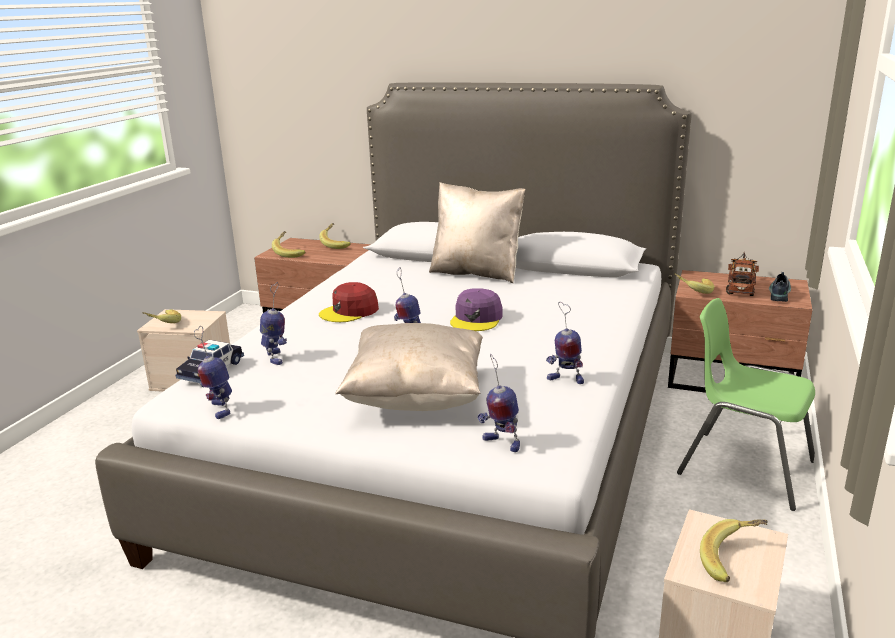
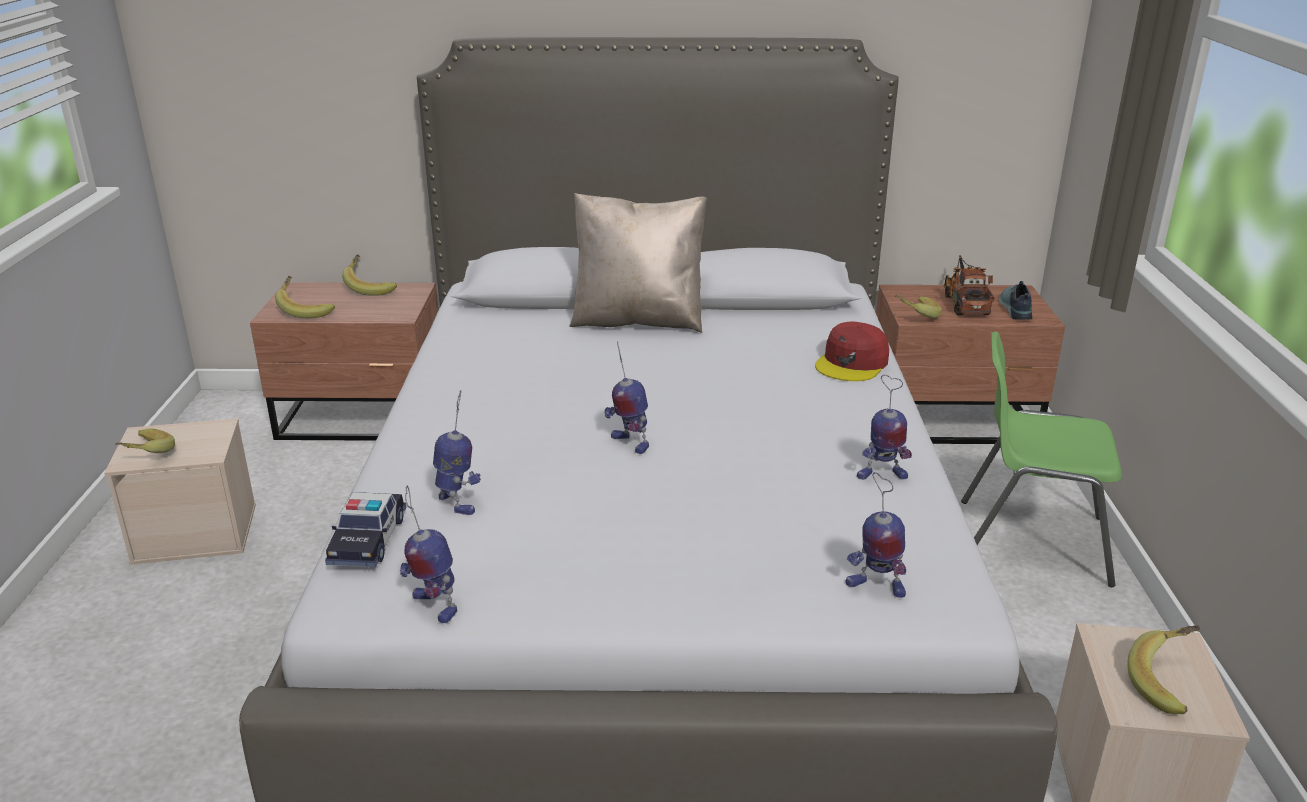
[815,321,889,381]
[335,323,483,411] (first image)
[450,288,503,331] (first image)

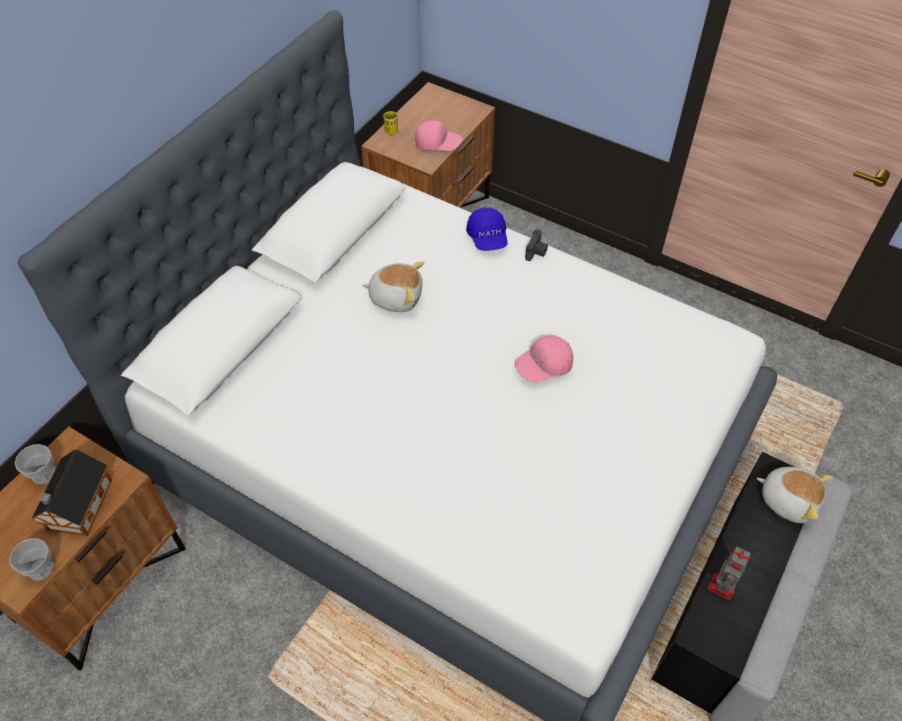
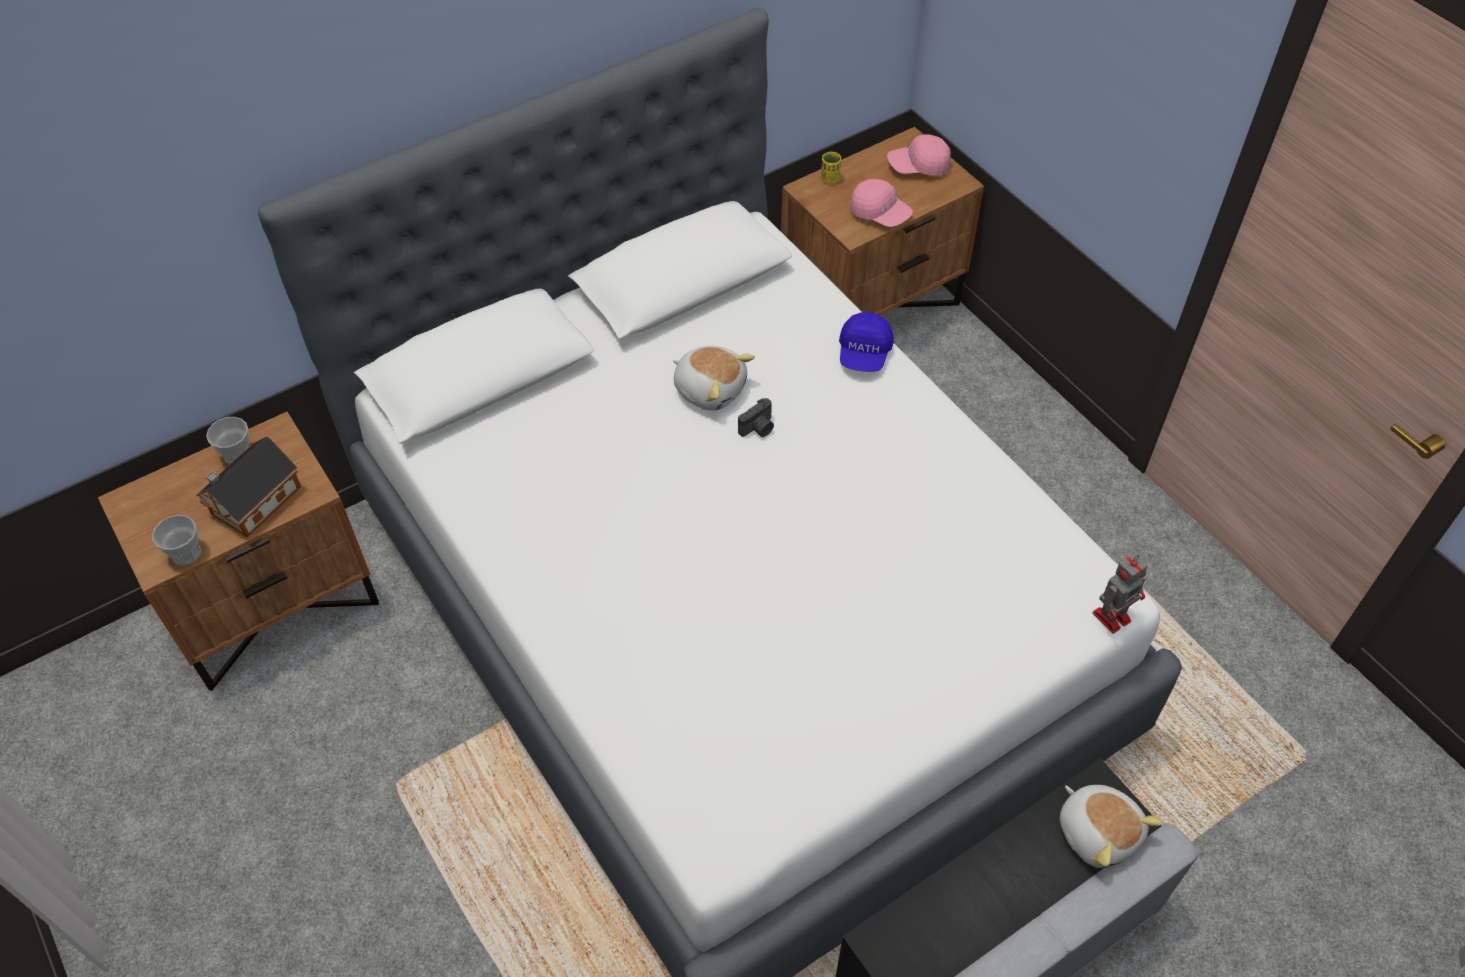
[738,398,774,437]
[887,134,951,176]
[1093,553,1148,634]

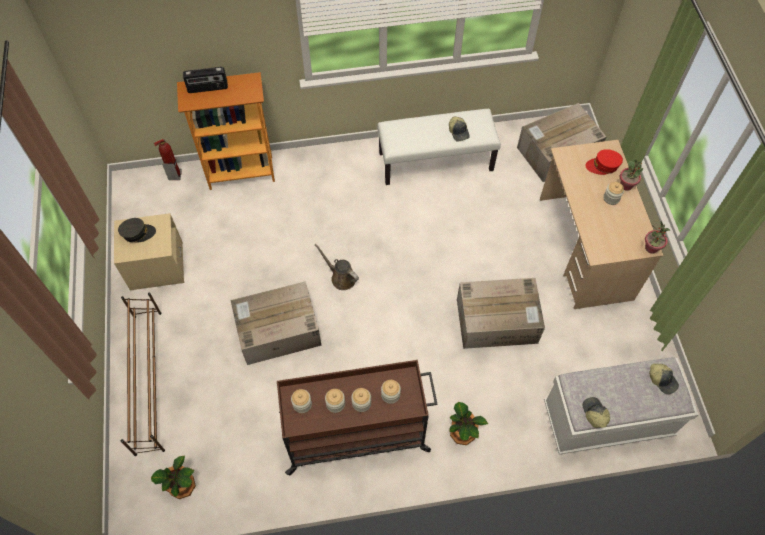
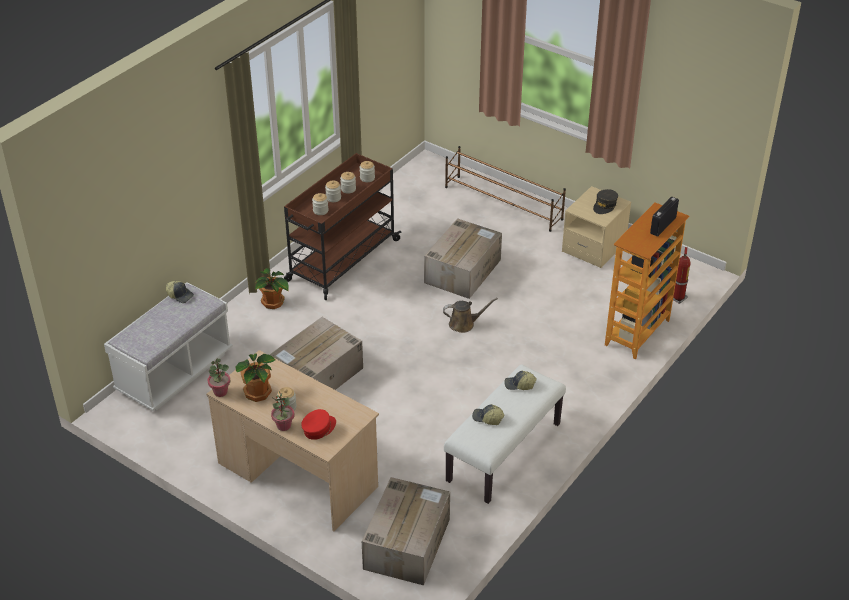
[236,353,276,402]
[504,371,537,390]

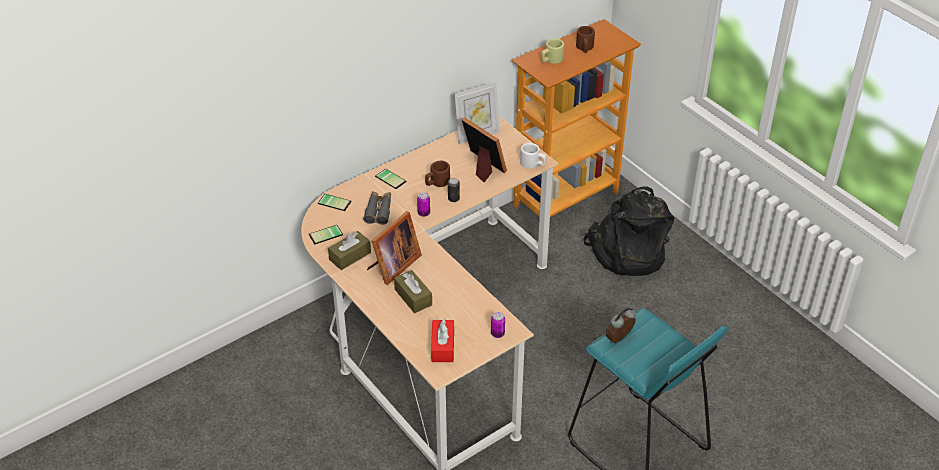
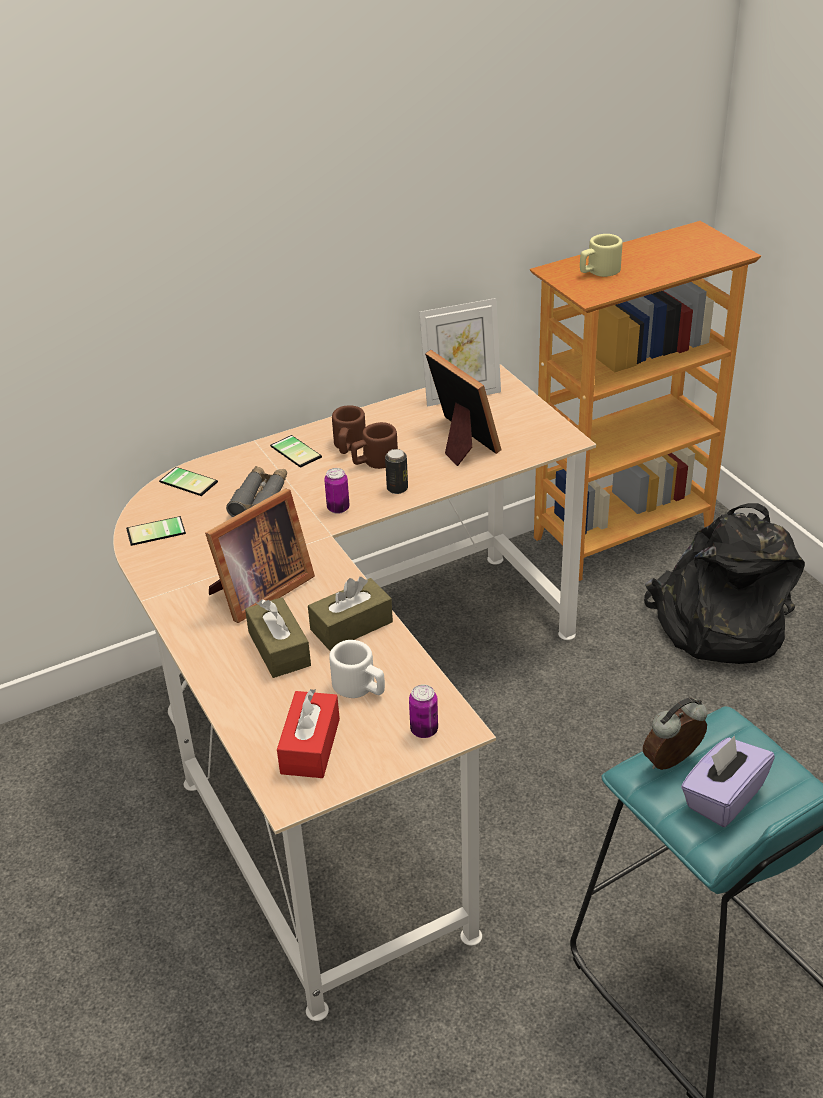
[308,577,393,651]
[329,640,385,698]
[332,405,366,454]
[681,736,775,827]

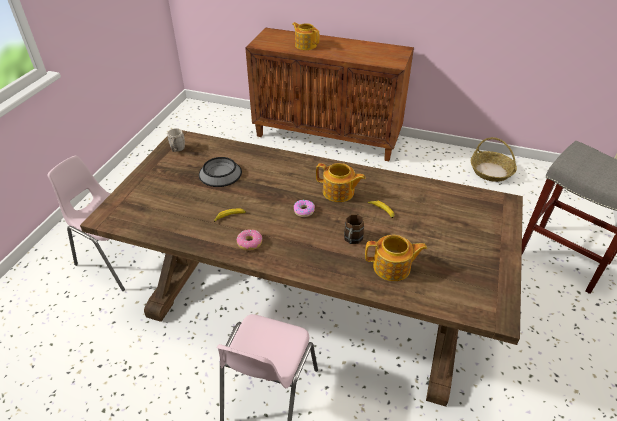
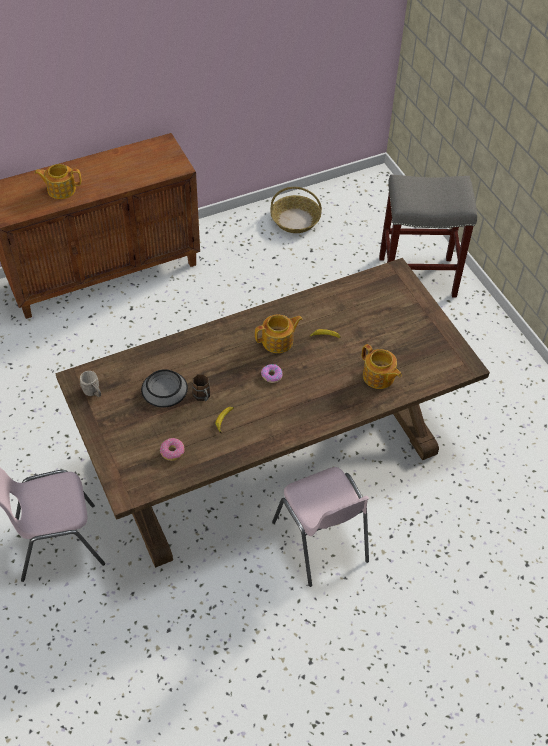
[160,438,185,461]
[192,374,210,401]
[362,344,402,389]

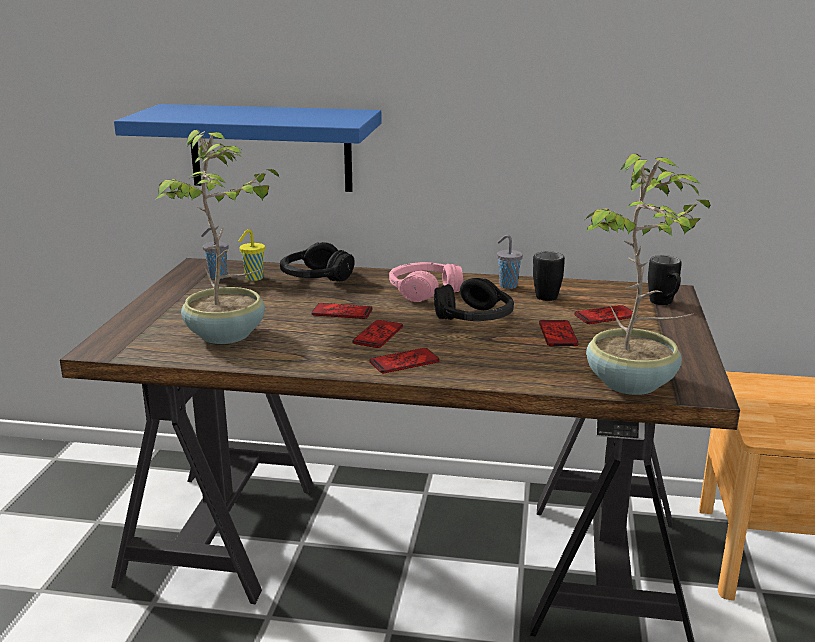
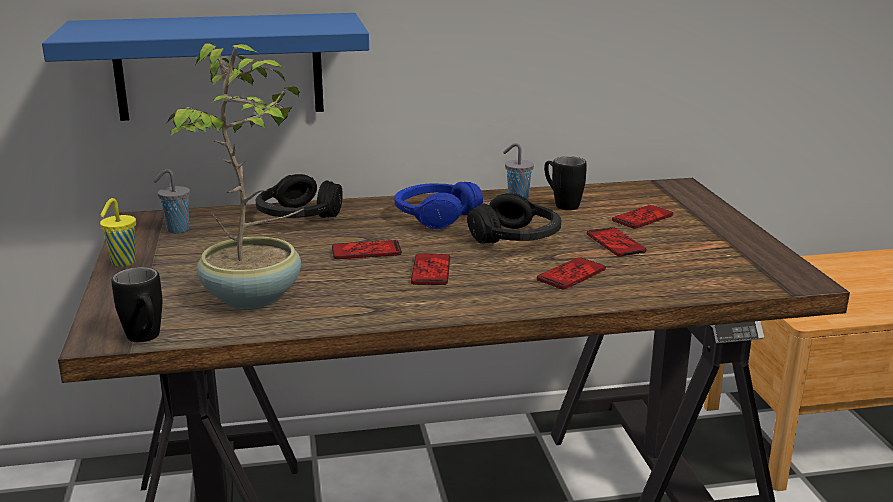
[100,198,136,267]
[111,267,162,342]
[394,182,483,229]
[537,257,606,289]
[586,154,711,395] (first image)

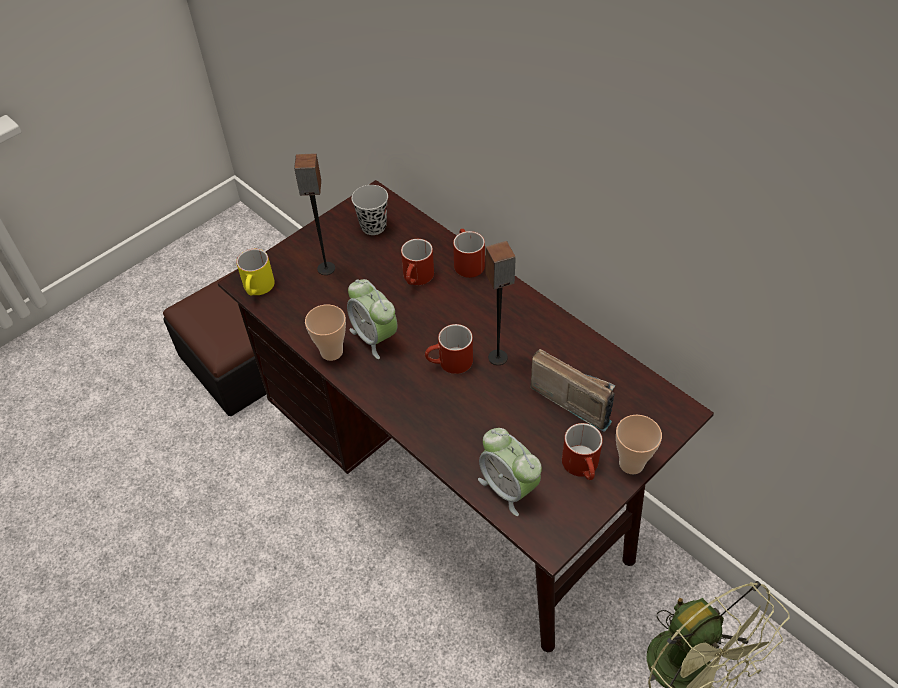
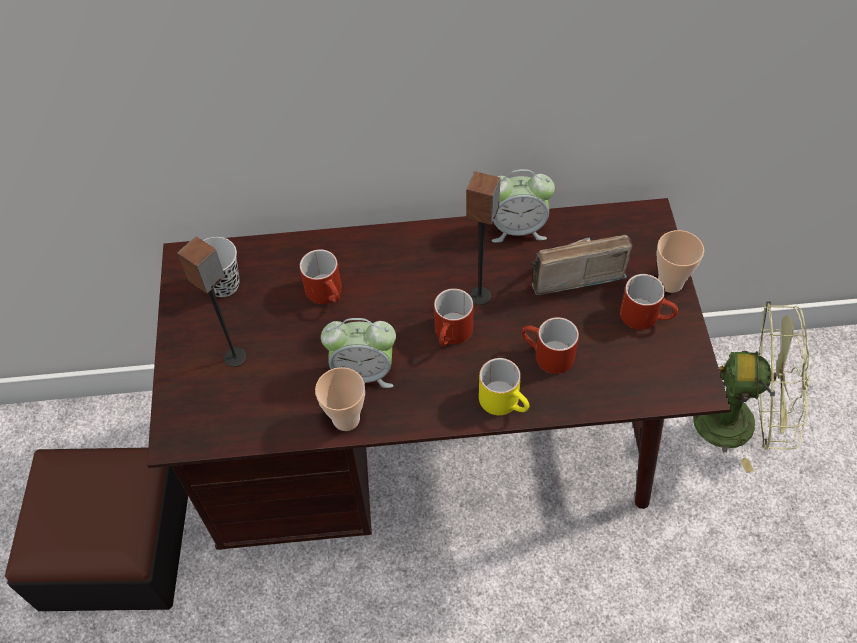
[479,358,529,415]
[492,169,555,242]
[522,317,579,374]

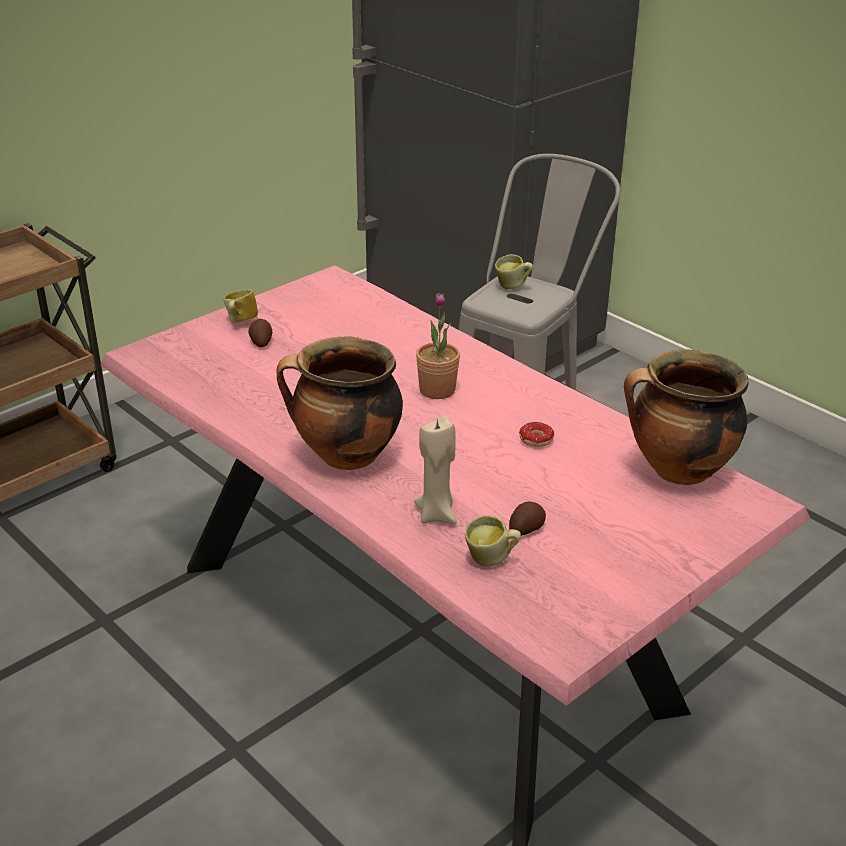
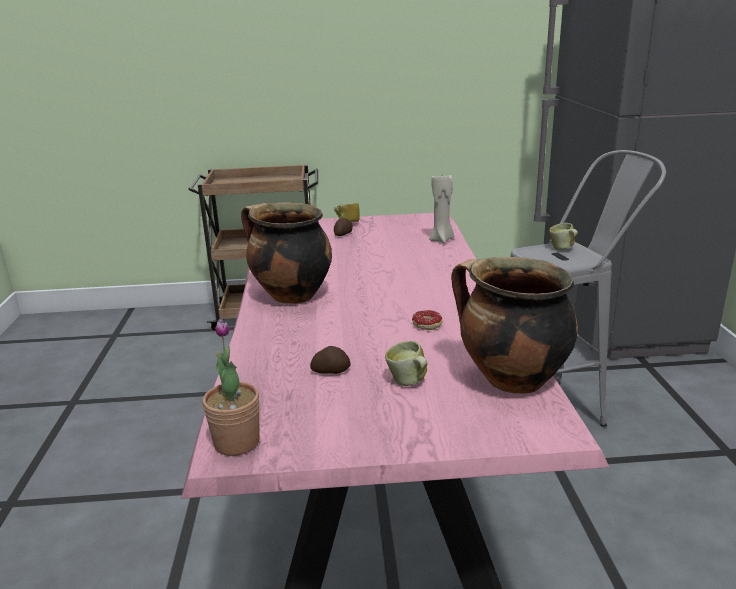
[203,319,260,456]
[385,341,427,386]
[429,175,454,243]

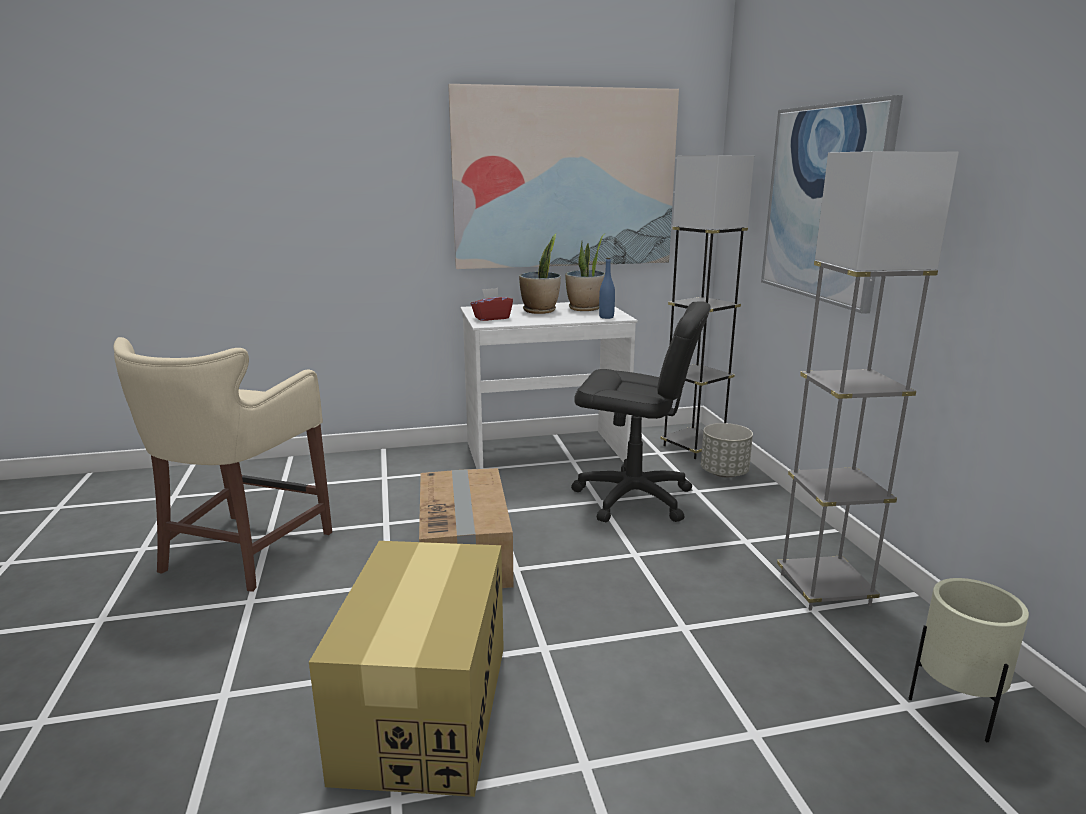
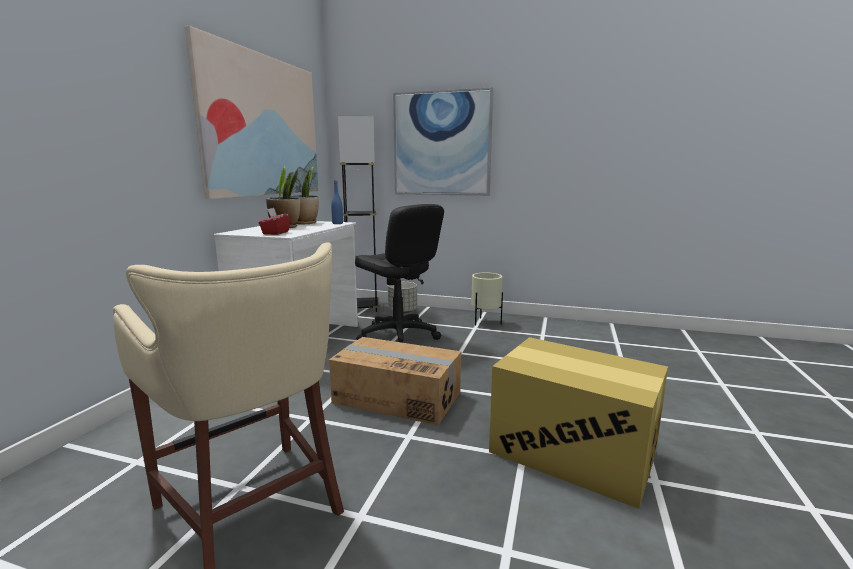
[355,204,444,343]
[471,273,503,326]
[777,151,959,611] (first image)

